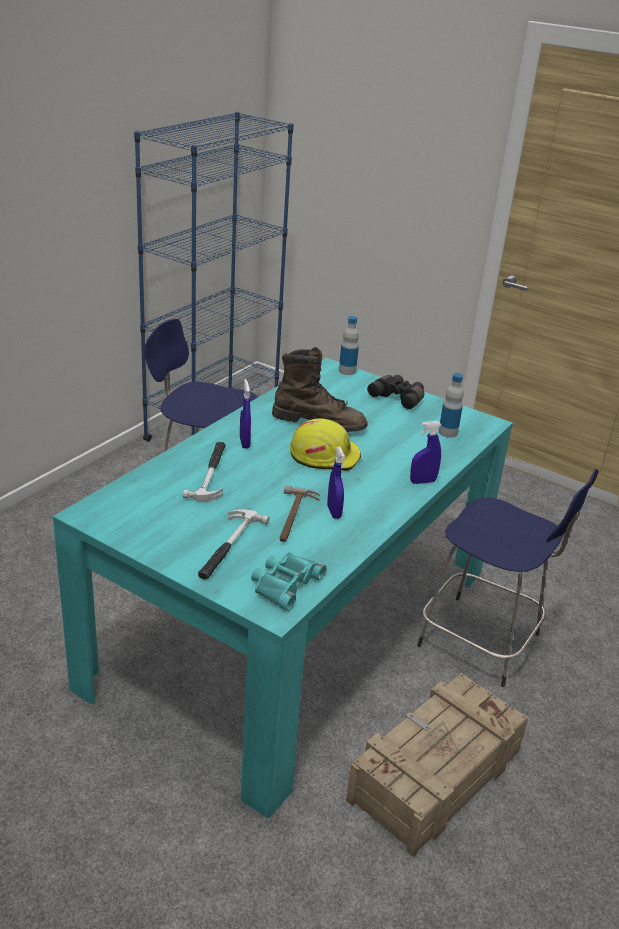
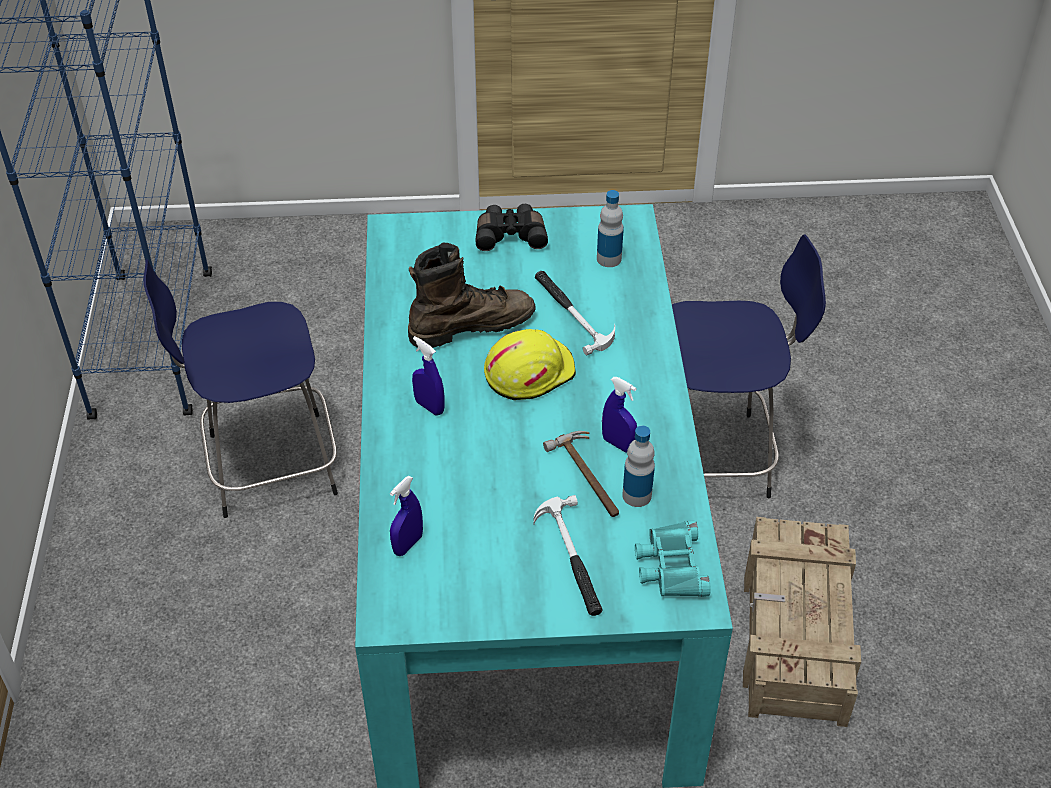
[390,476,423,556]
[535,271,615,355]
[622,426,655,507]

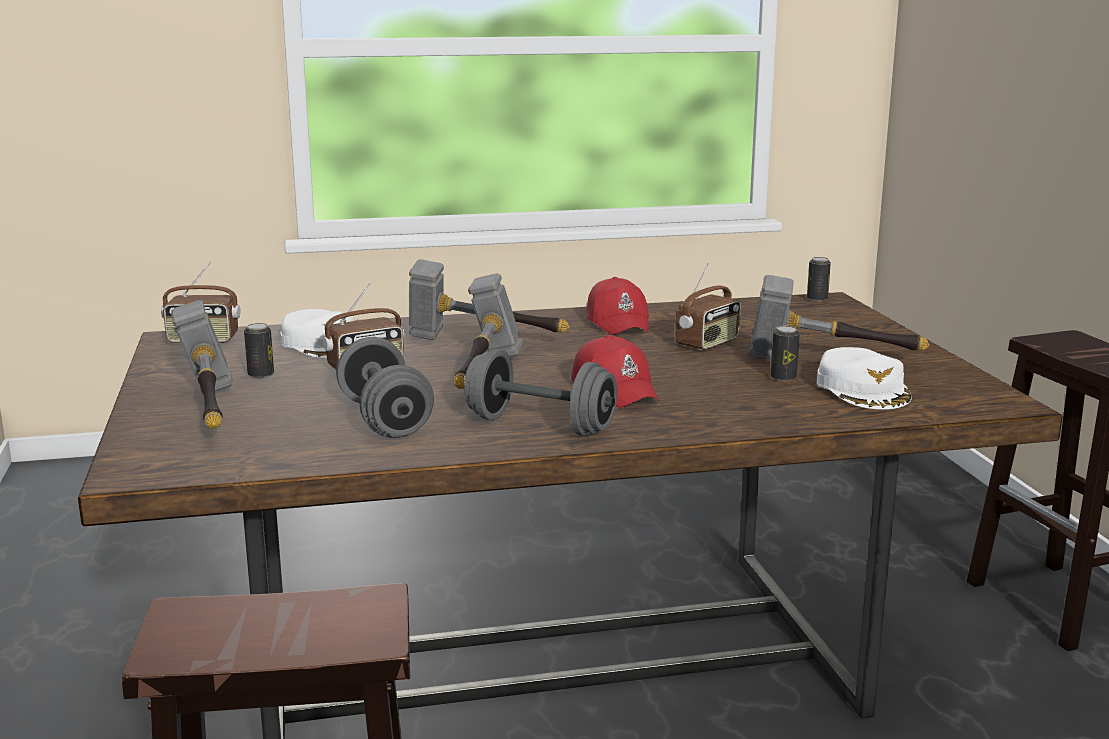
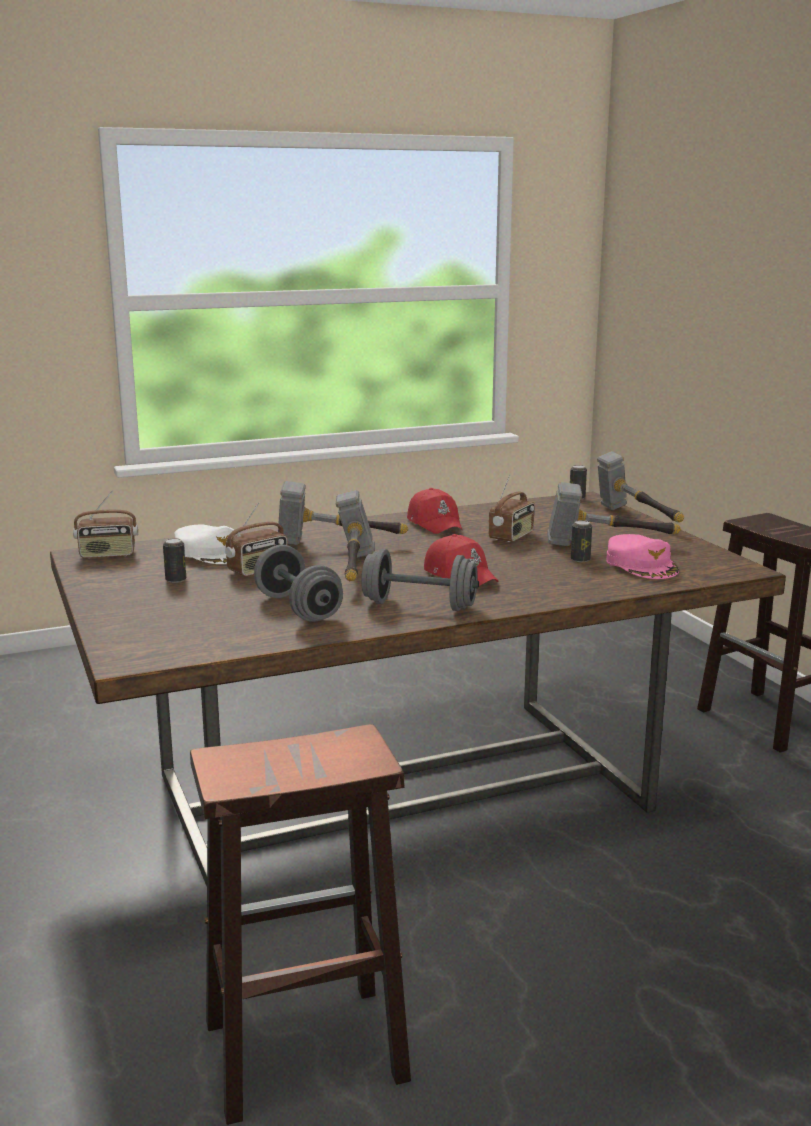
[597,451,684,522]
[606,534,679,579]

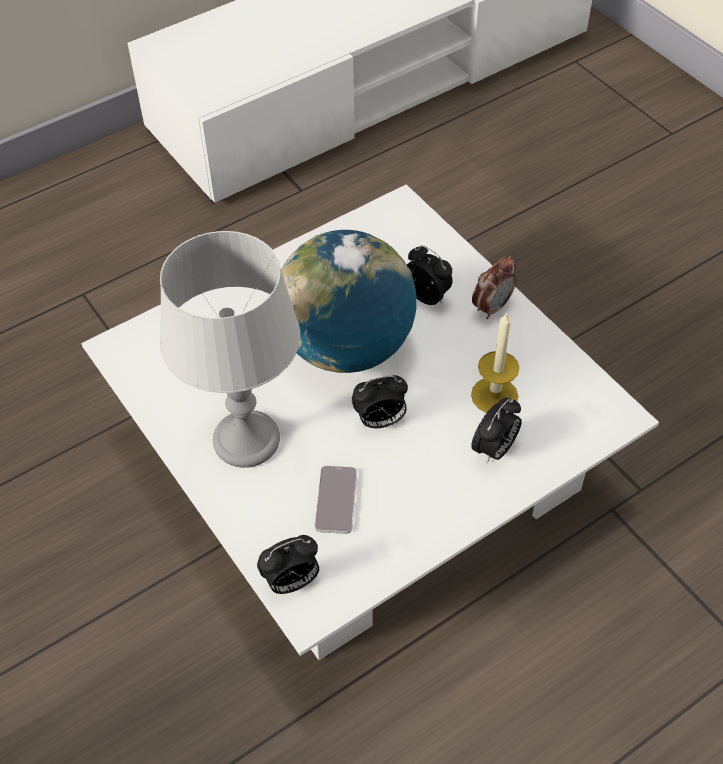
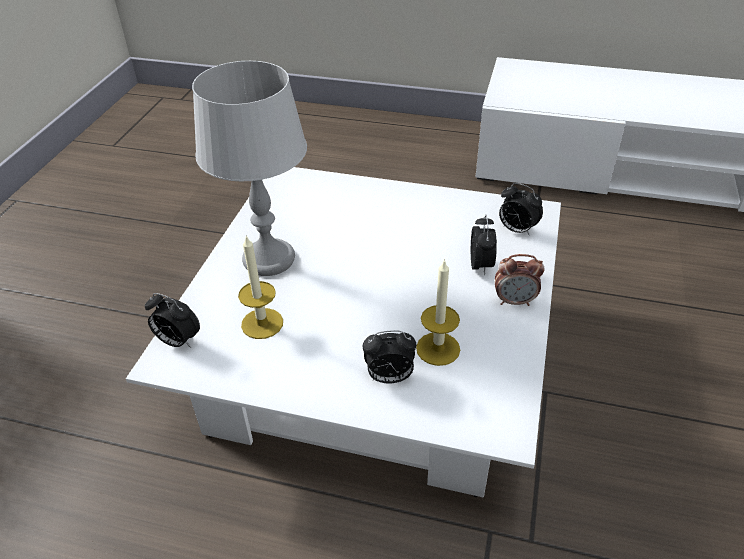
[238,235,283,339]
[499,183,543,236]
[281,230,417,373] (first image)

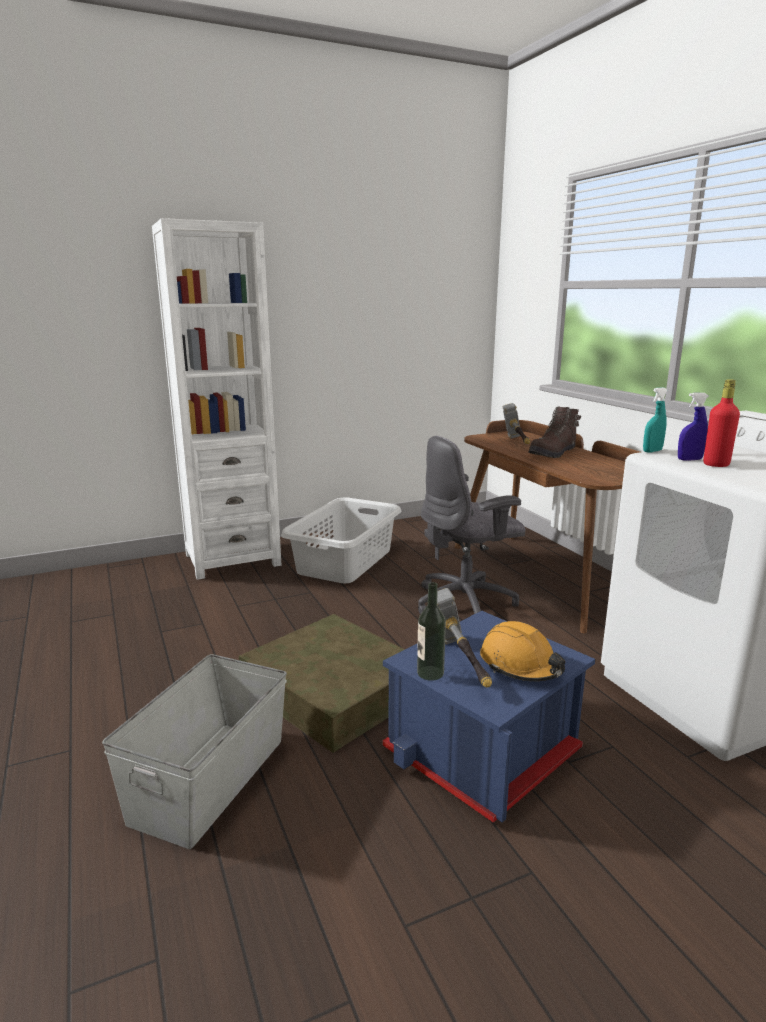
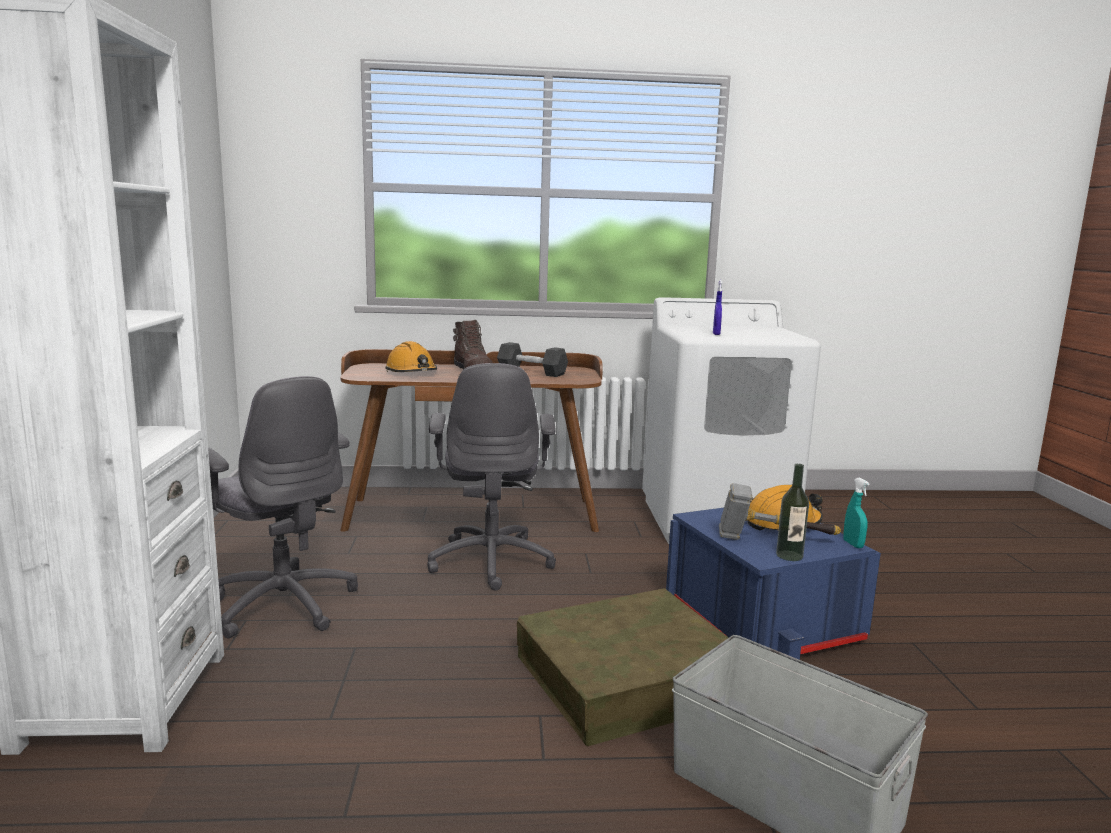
[208,376,358,639]
[385,341,437,372]
[497,342,568,377]
[843,478,870,548]
[703,379,740,467] (first image)

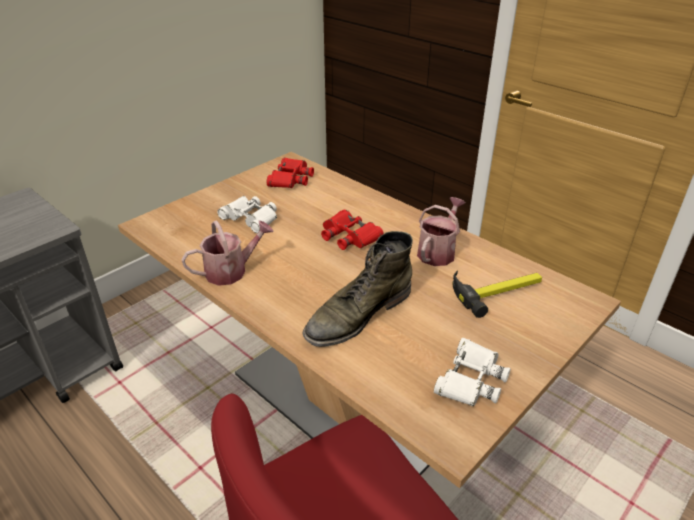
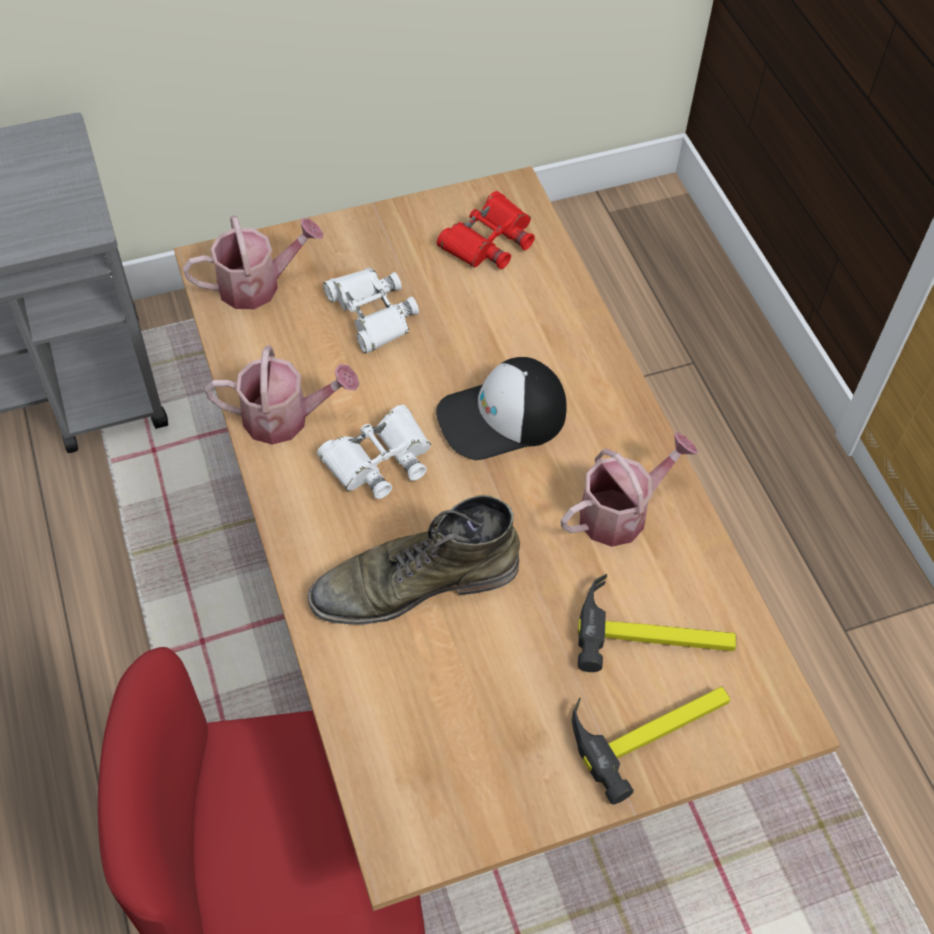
[183,215,323,309]
[317,405,431,499]
[436,357,567,460]
[572,686,730,805]

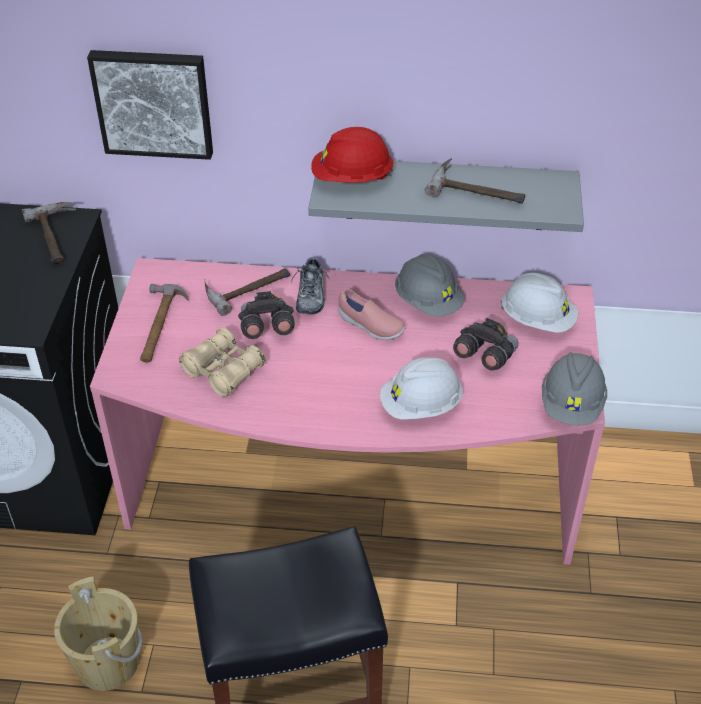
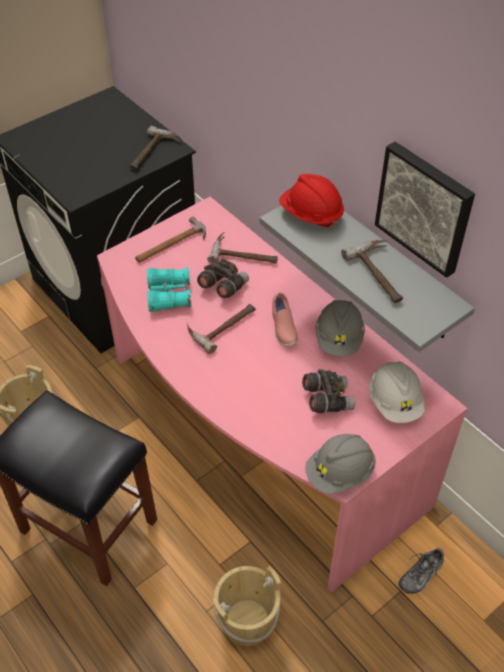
[147,267,191,312]
[187,304,256,355]
[212,566,281,646]
[375,142,475,278]
[399,548,444,594]
[380,358,463,420] (first image)

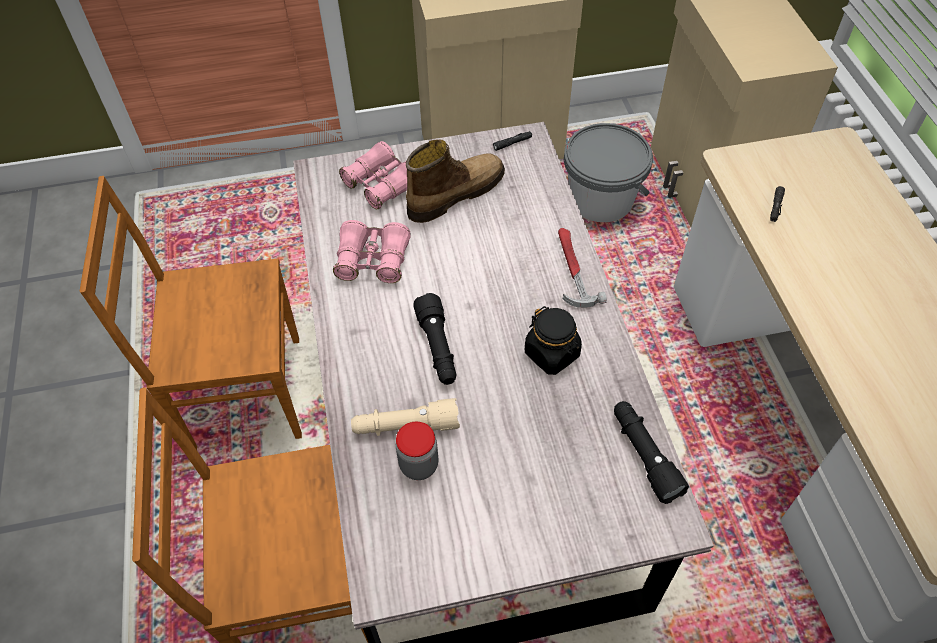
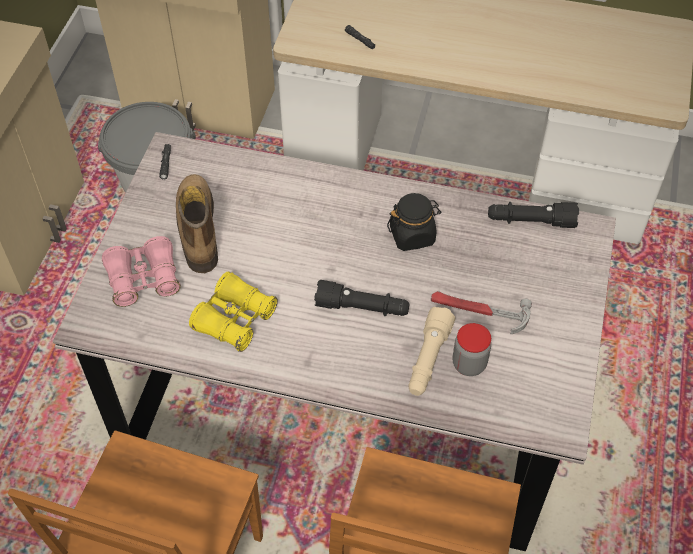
[189,272,278,352]
[431,291,532,334]

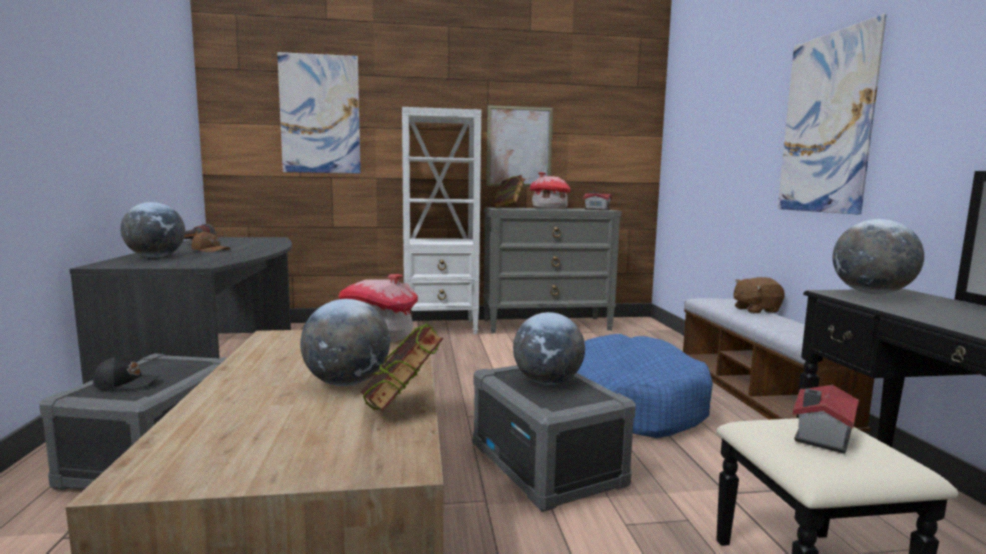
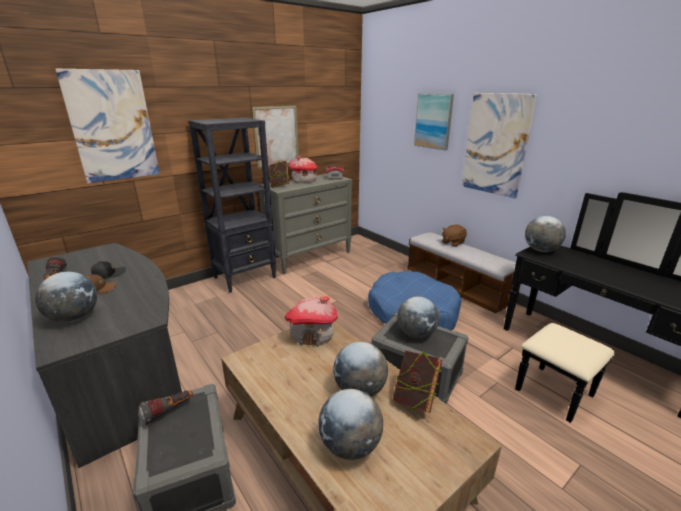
[91,261,126,279]
[139,390,193,425]
[189,118,276,293]
[318,389,383,460]
[414,93,454,151]
[793,385,860,454] (first image)

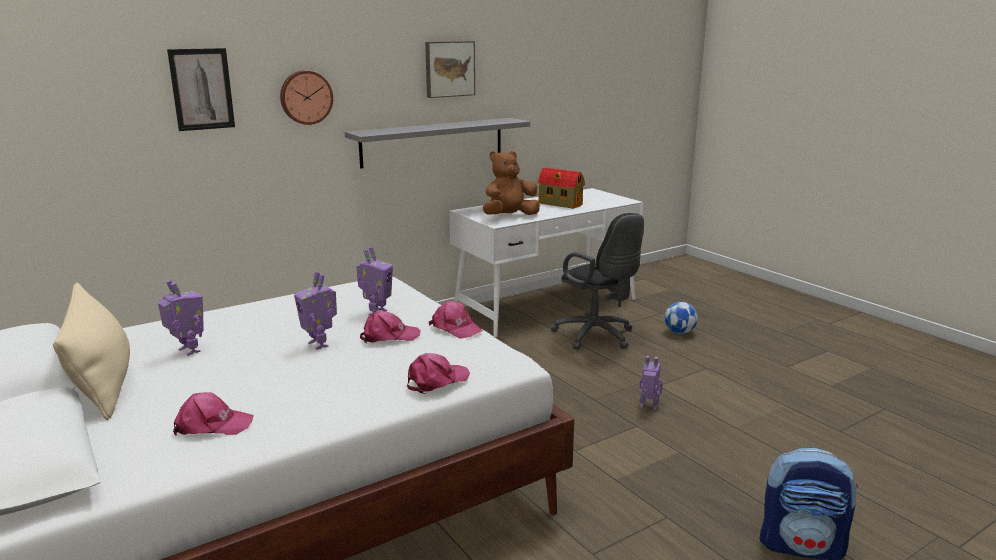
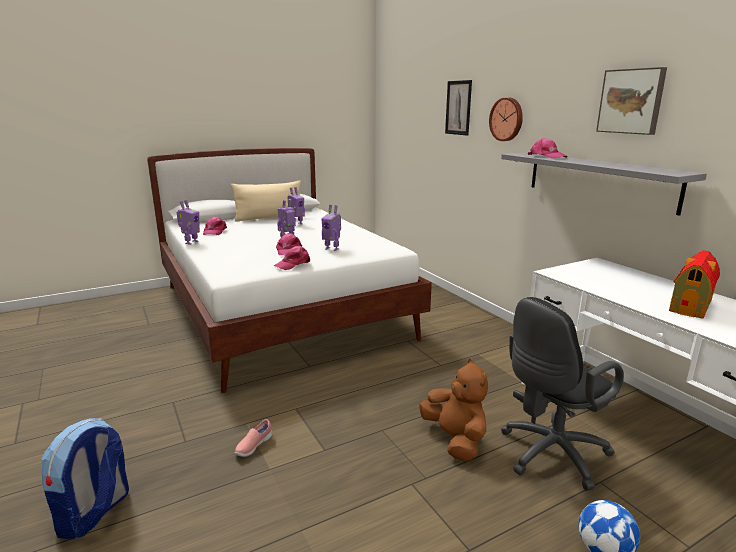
[176,200,200,245]
[234,419,272,457]
[419,358,488,461]
[528,138,568,159]

